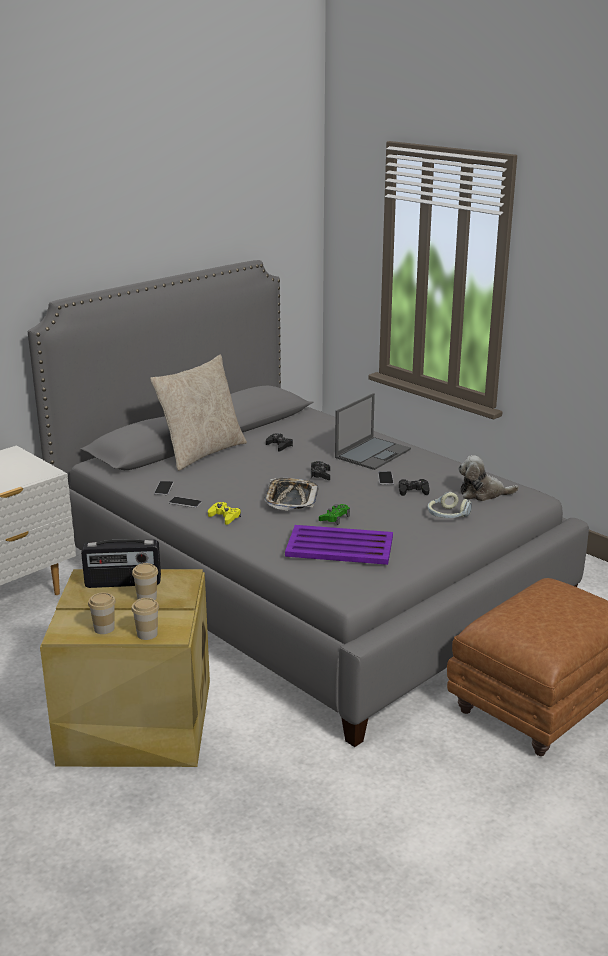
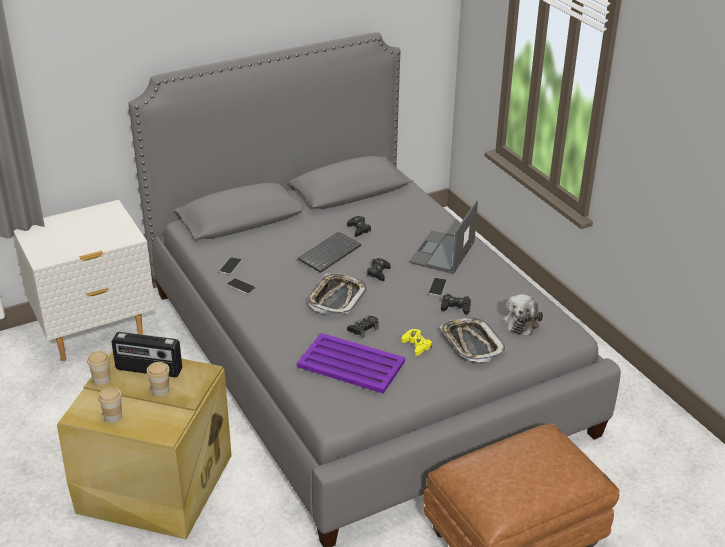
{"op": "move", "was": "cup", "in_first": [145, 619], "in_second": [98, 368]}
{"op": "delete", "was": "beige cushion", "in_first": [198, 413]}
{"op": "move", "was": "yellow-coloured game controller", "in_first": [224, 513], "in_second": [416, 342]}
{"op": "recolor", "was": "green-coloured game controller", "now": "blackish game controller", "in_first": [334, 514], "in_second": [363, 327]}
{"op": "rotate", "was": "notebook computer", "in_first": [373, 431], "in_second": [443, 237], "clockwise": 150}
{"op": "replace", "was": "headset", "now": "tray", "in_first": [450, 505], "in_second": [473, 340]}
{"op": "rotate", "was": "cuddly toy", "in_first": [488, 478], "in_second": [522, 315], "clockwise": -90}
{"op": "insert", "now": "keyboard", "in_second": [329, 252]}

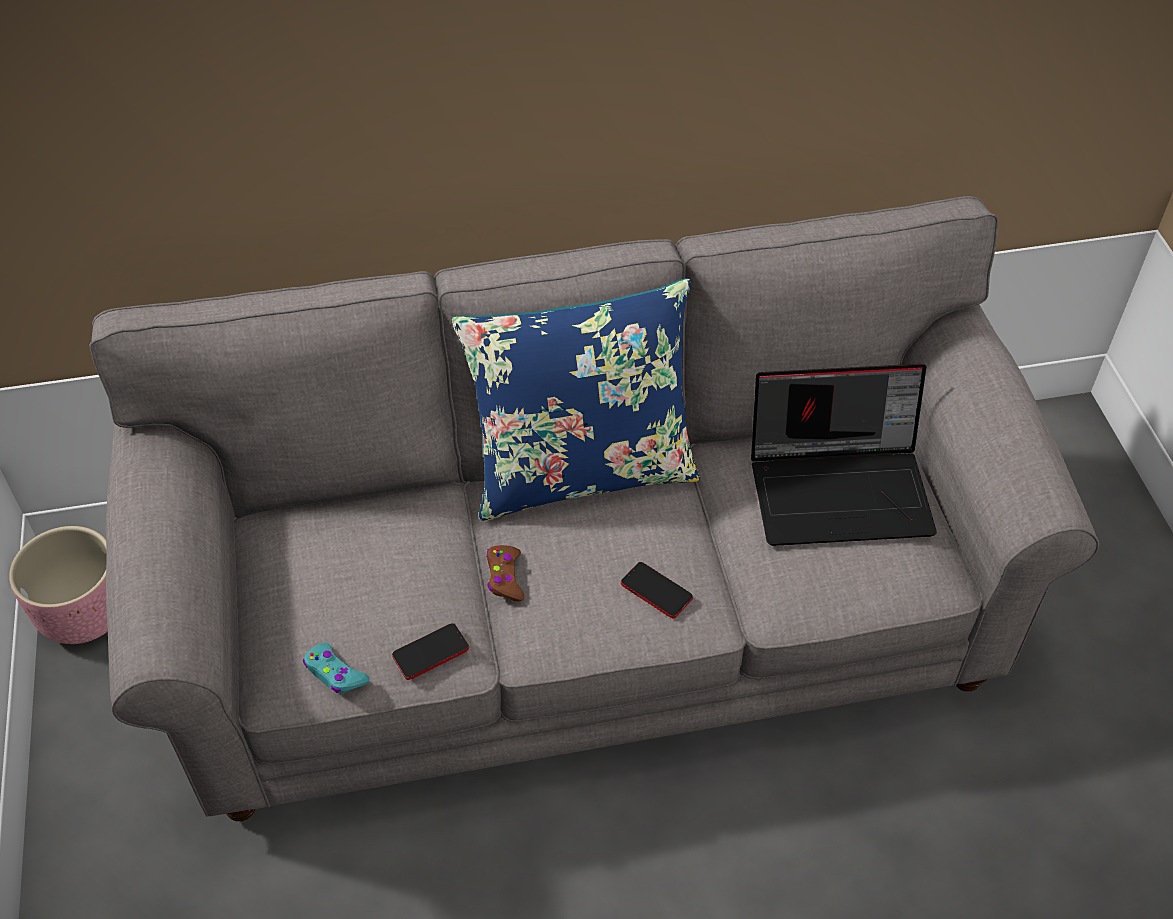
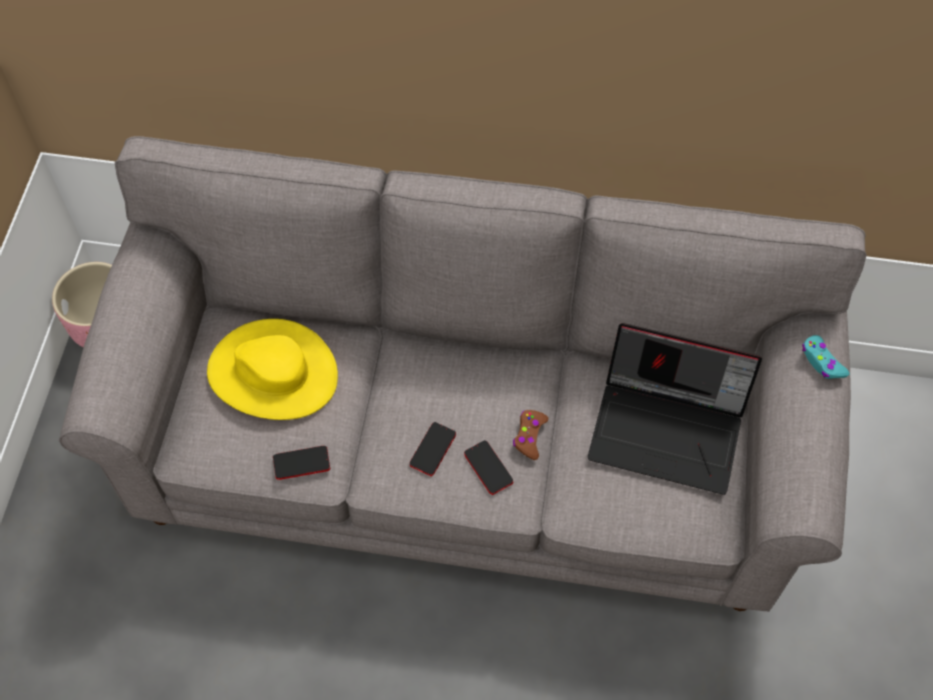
{"op": "move", "was": "turquoise-coloured game controller", "in_first": [336, 668], "in_second": [825, 357]}
{"op": "delete", "was": "blue cushion", "in_first": [576, 399]}
{"op": "move", "was": "brownish game controller", "in_first": [505, 573], "in_second": [530, 435]}
{"op": "insert", "now": "yellow-coloured wearable hat", "in_second": [272, 369]}
{"op": "insert", "now": "telephone", "in_second": [432, 449]}

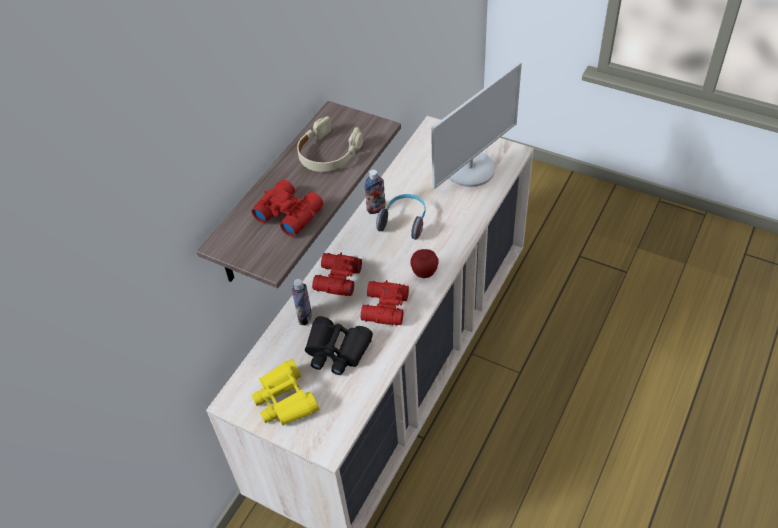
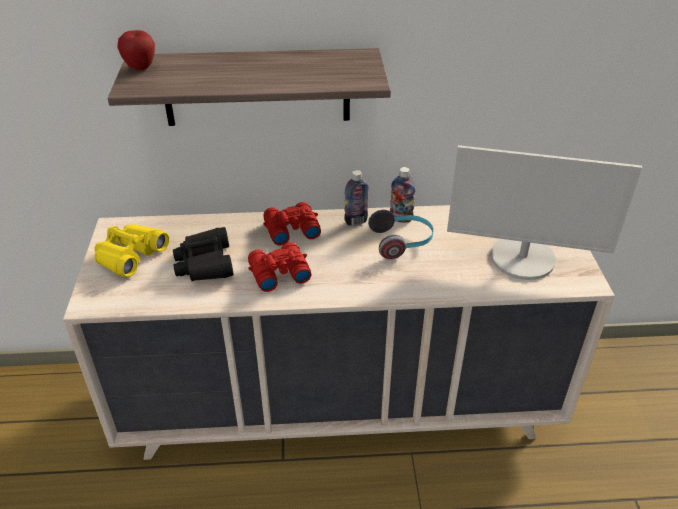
{"op": "delete", "was": "red binoculars", "in_first": [287, 208]}
{"op": "move", "was": "beverage bottle", "in_first": [302, 302], "in_second": [356, 198]}
{"op": "delete", "was": "beige headset", "in_first": [330, 144]}
{"op": "move", "was": "whole apple", "in_first": [424, 263], "in_second": [136, 50]}

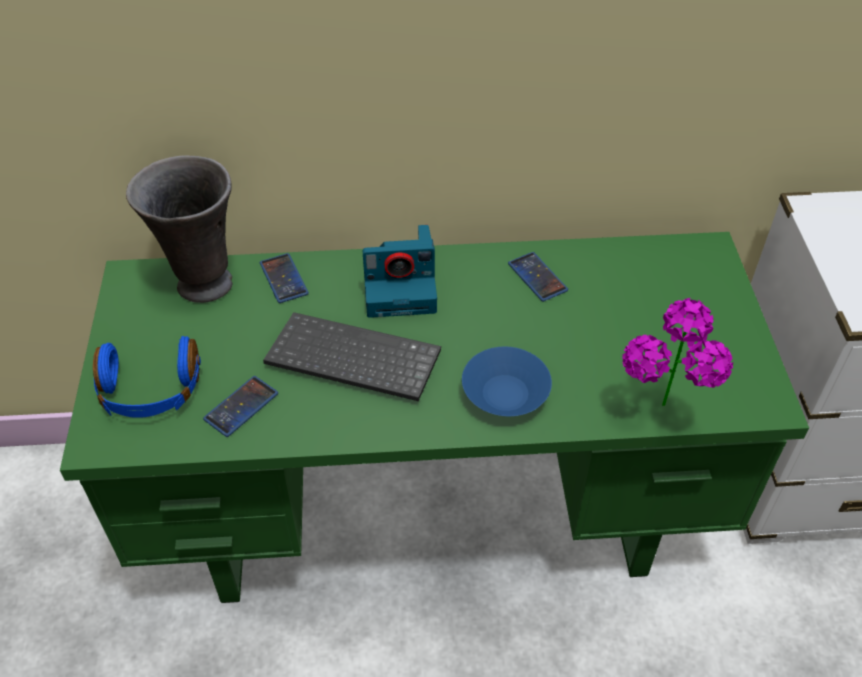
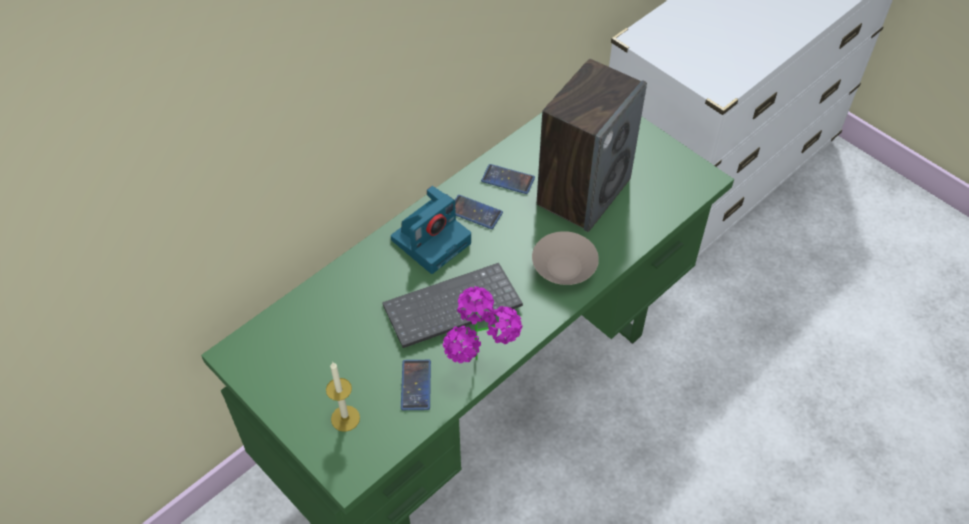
{"op": "replace", "was": "blue headset", "now": "candle", "in_first": [147, 377], "in_second": [343, 397]}
{"op": "delete", "was": "gray flower vase", "in_first": [179, 229]}
{"op": "move", "was": "telephone", "in_first": [284, 278], "in_second": [479, 212]}
{"op": "recolor", "was": "blue bowl", "now": "beige bowl", "in_first": [507, 381], "in_second": [565, 258]}
{"op": "move", "was": "houseplant", "in_first": [678, 352], "in_second": [483, 324]}
{"op": "insert", "now": "audio speaker", "in_second": [592, 145]}

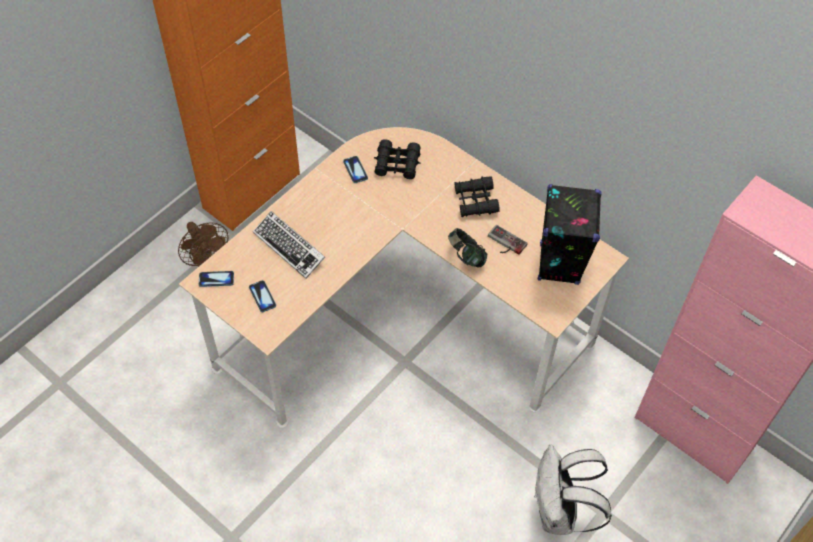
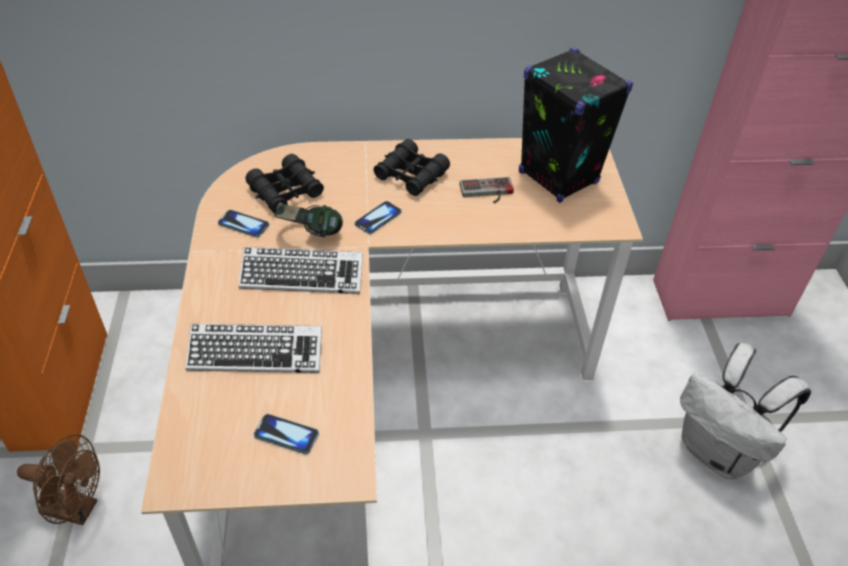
{"op": "move", "was": "telephone", "in_first": [216, 279], "in_second": [378, 217]}
{"op": "move", "was": "headset", "in_first": [467, 247], "in_second": [309, 219]}
{"op": "insert", "now": "keyboard", "in_second": [301, 270]}

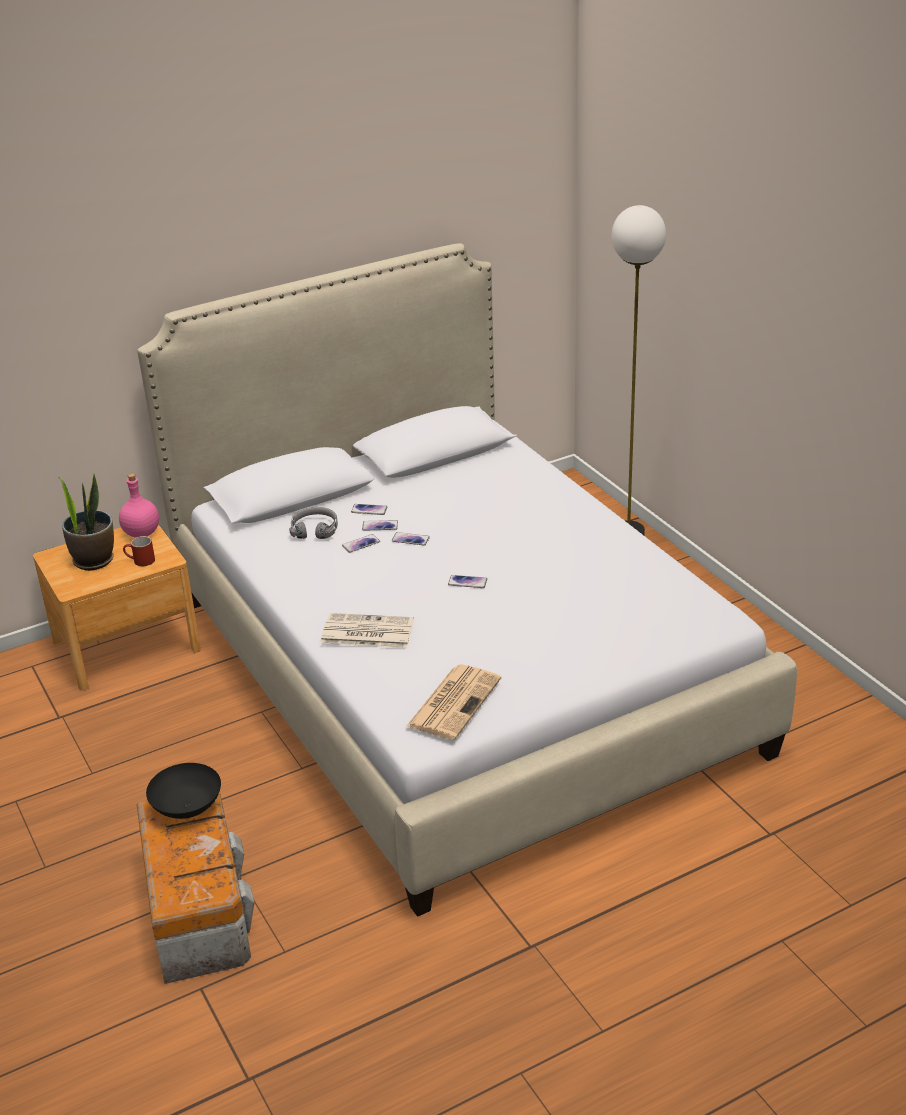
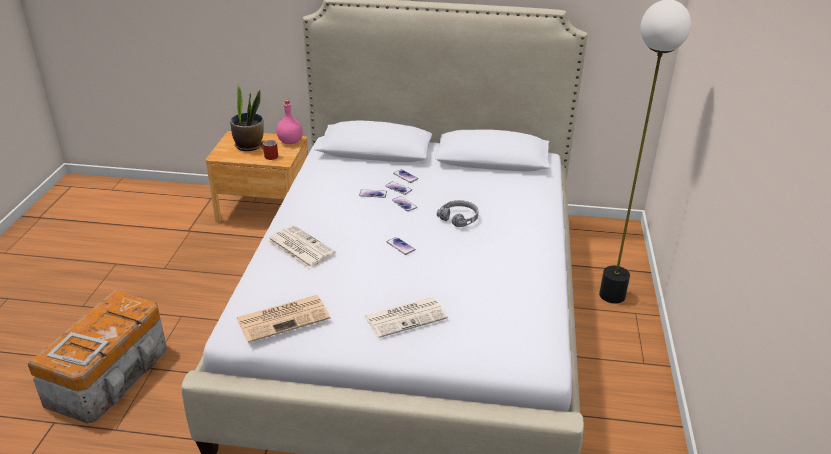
{"op": "delete", "was": "blackish bowl", "in_first": [183, 791]}
{"op": "move", "was": "gray headset", "in_first": [313, 523], "in_second": [457, 213]}
{"op": "insert", "now": "photo frame", "in_second": [77, 349]}
{"op": "insert", "now": "printed paper", "in_second": [406, 317]}

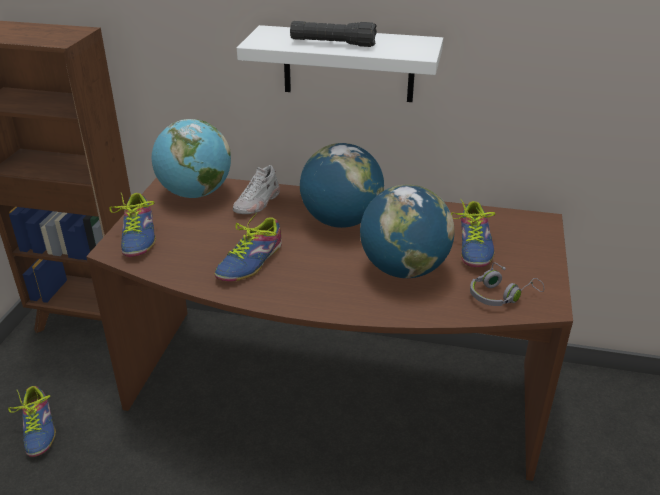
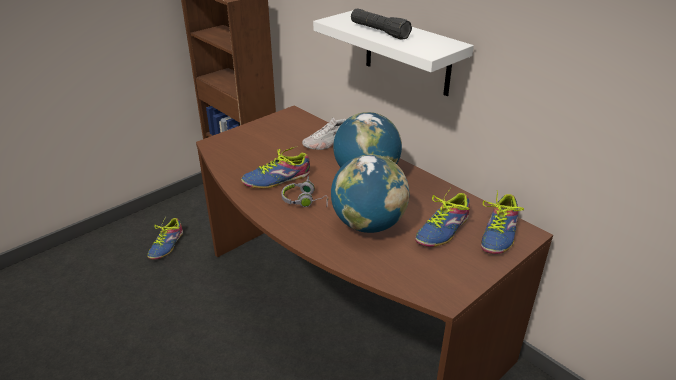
{"op": "move", "was": "shoe", "in_first": [132, 224], "in_second": [502, 222]}
{"op": "delete", "was": "world globe", "in_first": [191, 158]}
{"op": "move", "was": "gray headset", "in_first": [507, 284], "in_second": [304, 191]}

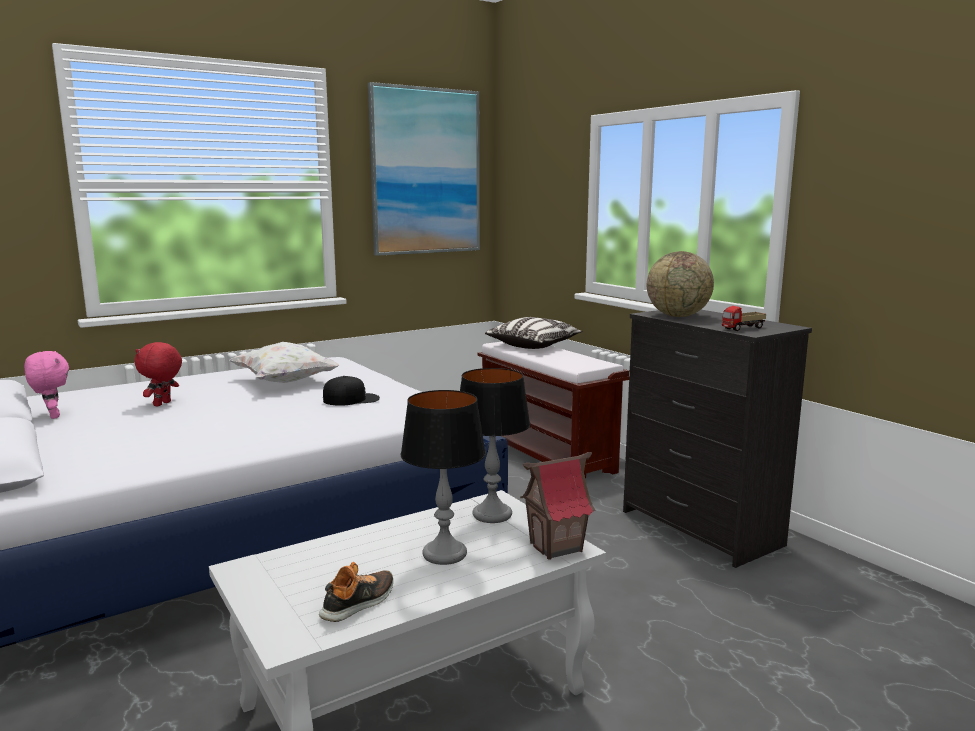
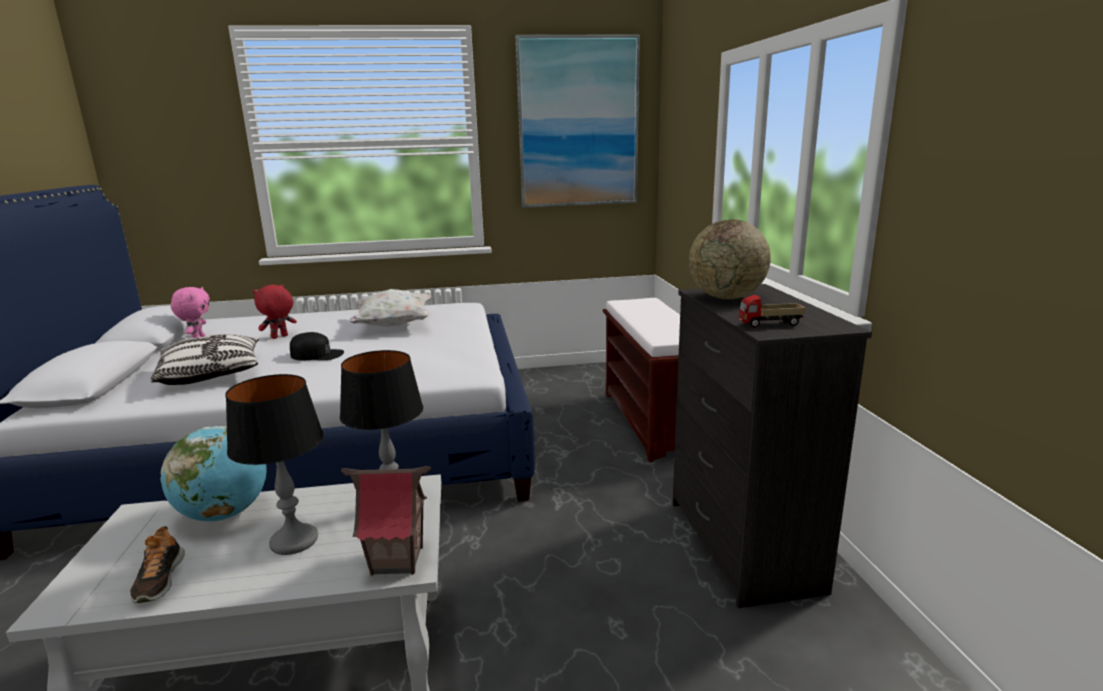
{"op": "rotate", "was": "shoe", "in_first": [356, 592], "in_second": [157, 564], "clockwise": 105}
{"op": "move", "was": "blackish baseball cap", "in_first": [351, 391], "in_second": [317, 346]}
{"op": "move", "was": "cushion", "in_first": [533, 333], "in_second": [204, 359]}
{"op": "insert", "now": "world globe", "in_second": [214, 473]}

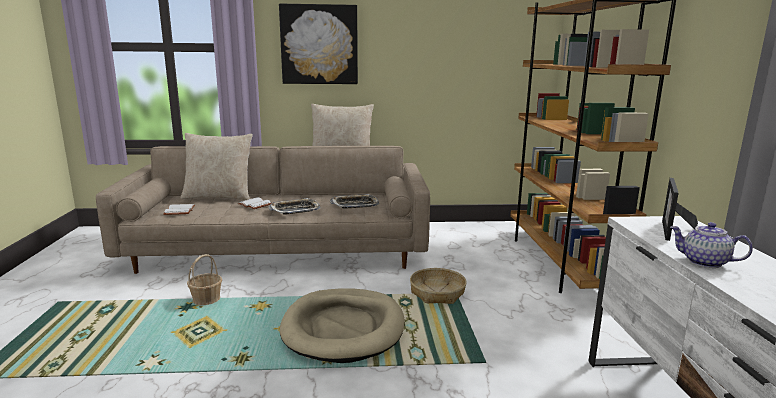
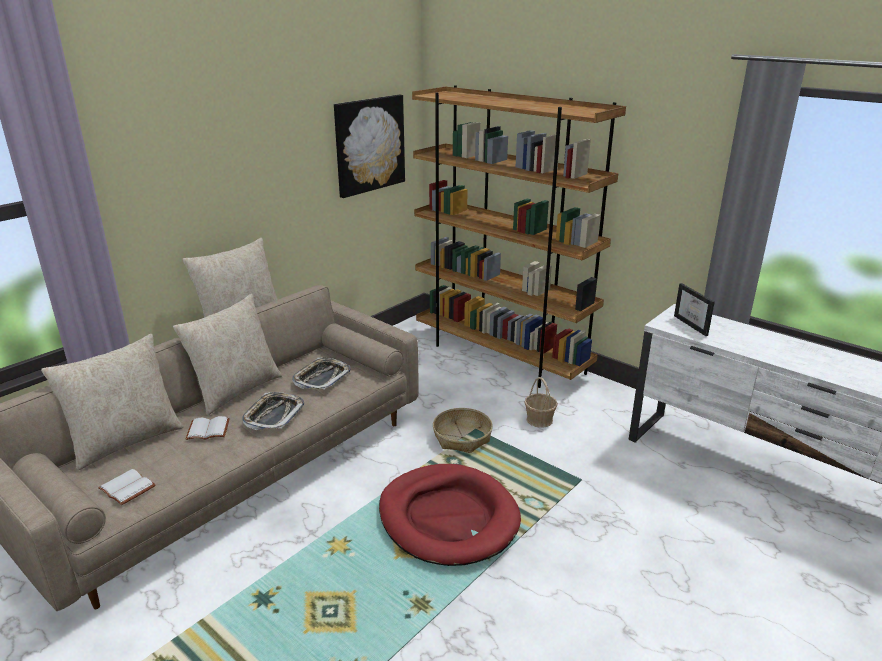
{"op": "move", "was": "basket", "in_first": [204, 279], "in_second": [541, 402]}
{"op": "move", "was": "wall art", "in_first": [318, 44], "in_second": [369, 146]}
{"op": "recolor", "was": "beige dog cushion", "now": "red dog cushion", "in_first": [342, 325], "in_second": [450, 515]}
{"op": "delete", "was": "teapot", "in_first": [711, 245]}
{"op": "insert", "now": "beige cushion", "in_second": [227, 354]}

